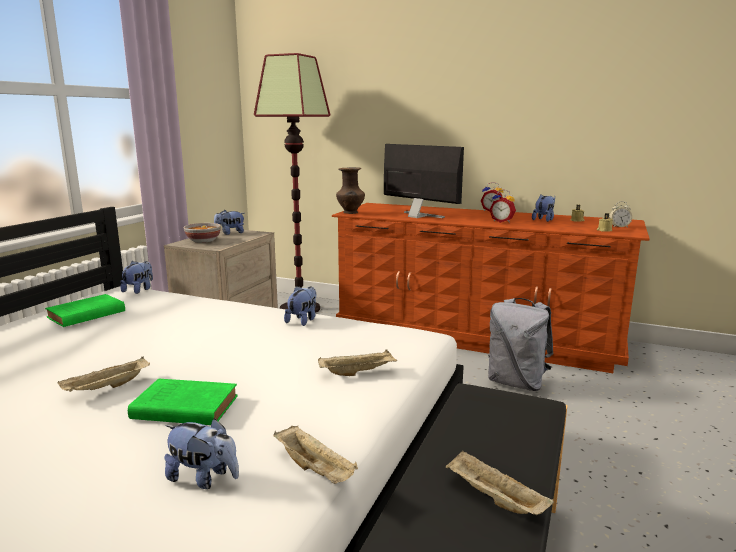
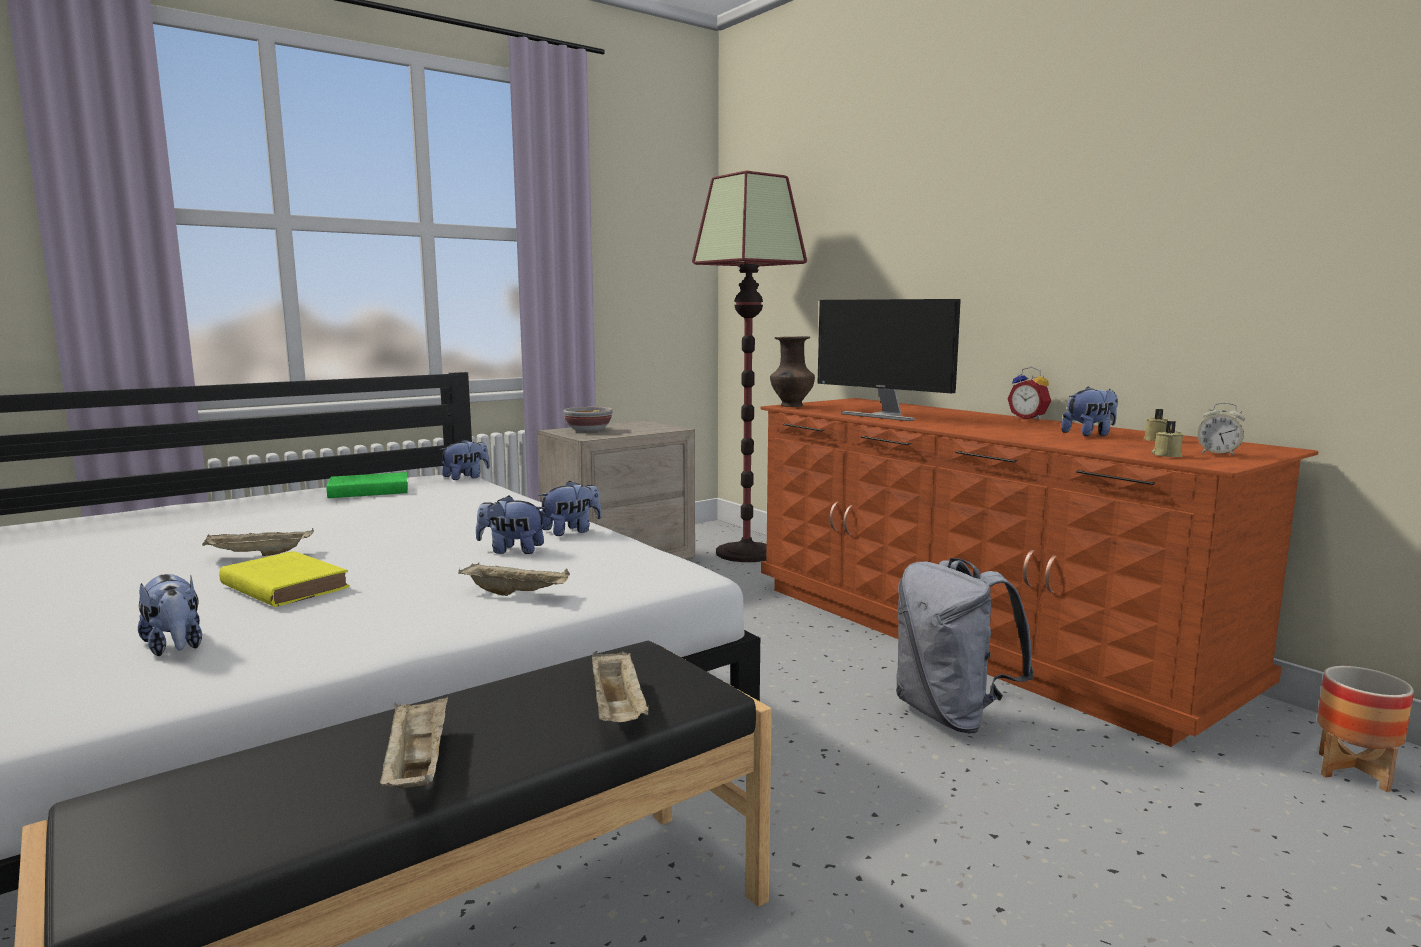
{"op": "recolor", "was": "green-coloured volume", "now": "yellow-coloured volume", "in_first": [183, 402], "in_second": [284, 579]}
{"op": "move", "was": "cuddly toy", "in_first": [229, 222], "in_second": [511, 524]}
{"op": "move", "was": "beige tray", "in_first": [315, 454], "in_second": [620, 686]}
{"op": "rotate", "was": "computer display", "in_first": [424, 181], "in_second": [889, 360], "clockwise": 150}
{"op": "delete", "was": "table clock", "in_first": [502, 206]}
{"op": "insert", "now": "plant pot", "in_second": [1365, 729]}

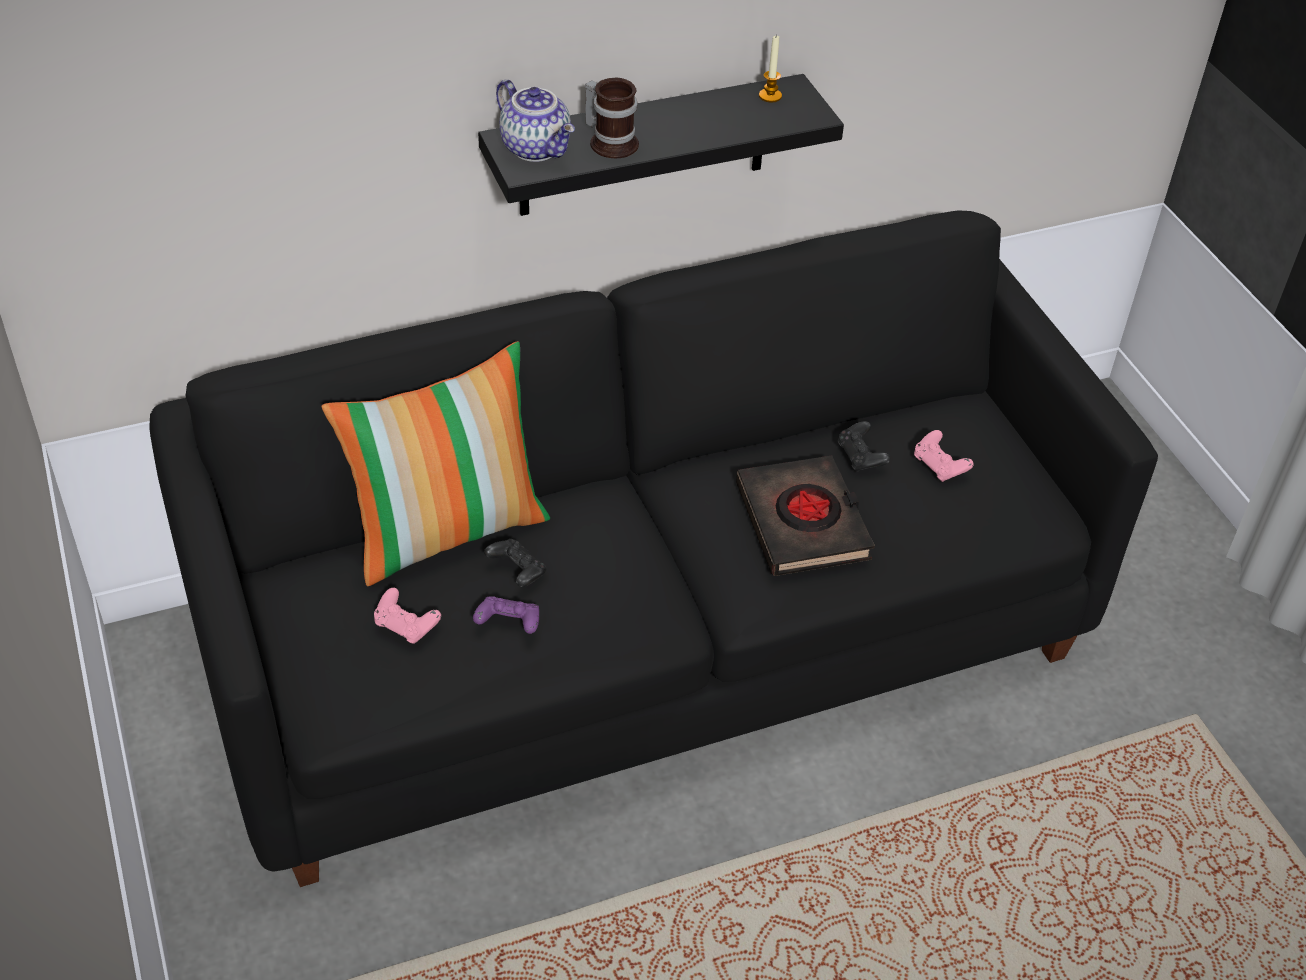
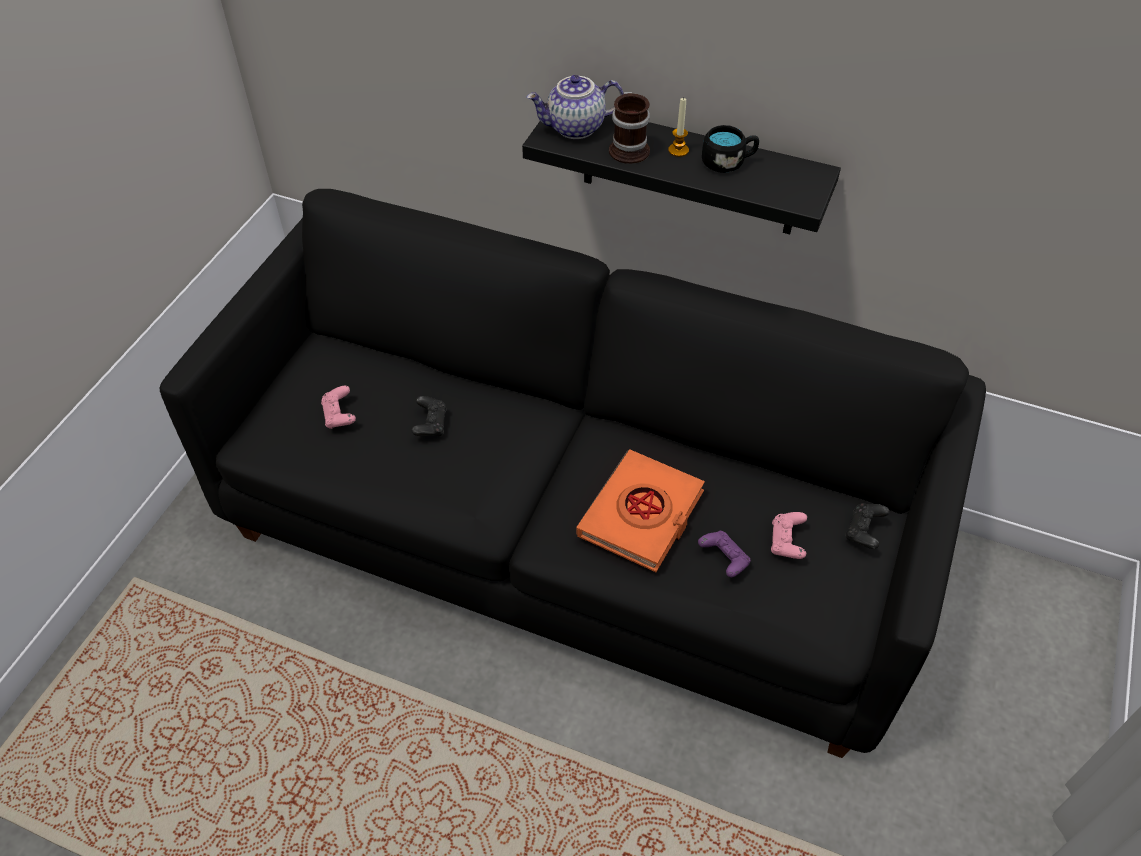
{"op": "delete", "was": "cushion", "in_first": [435, 463]}
{"op": "move", "was": "purplish game controller", "in_first": [506, 615], "in_second": [724, 554]}
{"op": "rotate", "was": "teapot", "in_first": [535, 120], "in_second": [575, 107], "clockwise": 75}
{"op": "recolor", "was": "blackish volume", "now": "orange-coloured volume", "in_first": [805, 515], "in_second": [641, 510]}
{"op": "move", "was": "candle", "in_first": [770, 68], "in_second": [678, 127]}
{"op": "move", "was": "blackish game controller", "in_first": [864, 446], "in_second": [867, 526]}
{"op": "insert", "now": "blackish mug", "in_second": [730, 149]}

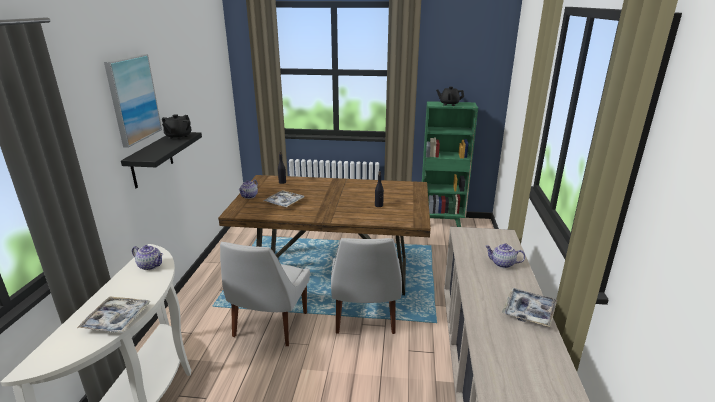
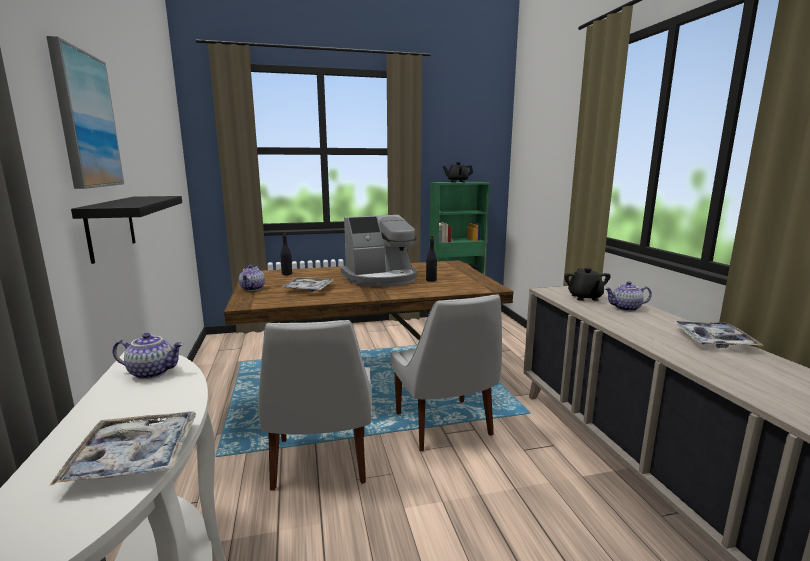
{"op": "move", "was": "blackish teapot", "in_first": [177, 127], "in_second": [587, 284]}
{"op": "insert", "now": "coffee maker", "in_second": [379, 251]}

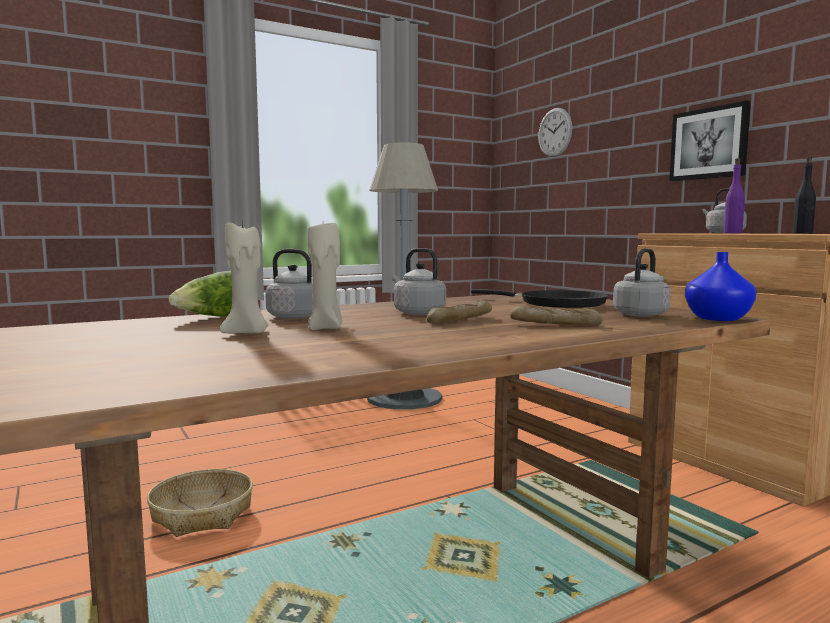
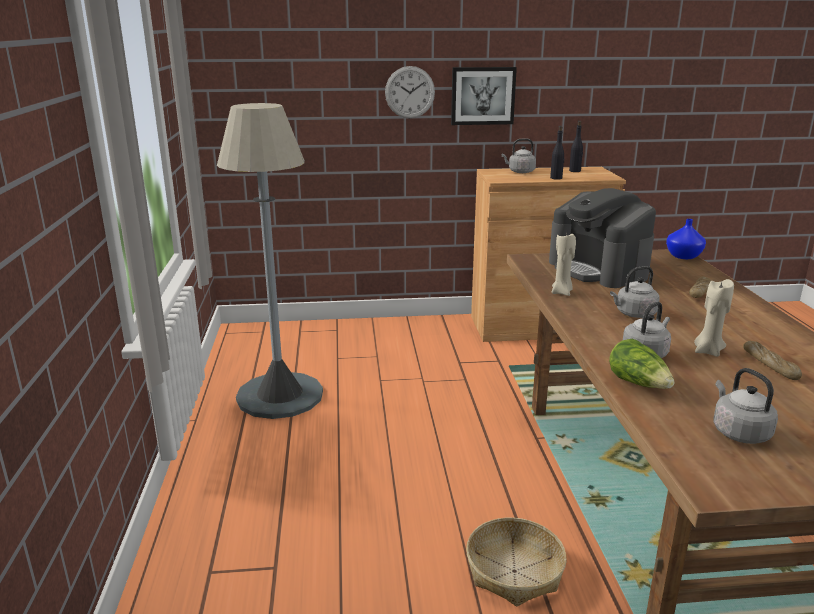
{"op": "move", "was": "beige candle", "in_first": [244, 276], "in_second": [564, 265]}
{"op": "move", "was": "baked bread", "in_first": [459, 312], "in_second": [772, 360]}
{"op": "replace", "was": "blackish pan", "now": "coffee maker", "in_first": [539, 298], "in_second": [602, 238]}
{"op": "move", "was": "clock on the wall", "in_first": [555, 132], "in_second": [410, 92]}
{"op": "move", "was": "gray water kettle", "in_first": [642, 282], "in_second": [746, 406]}
{"op": "recolor", "was": "purplish beverage bottle", "now": "blackish beverage bottle", "in_first": [734, 195], "in_second": [557, 153]}

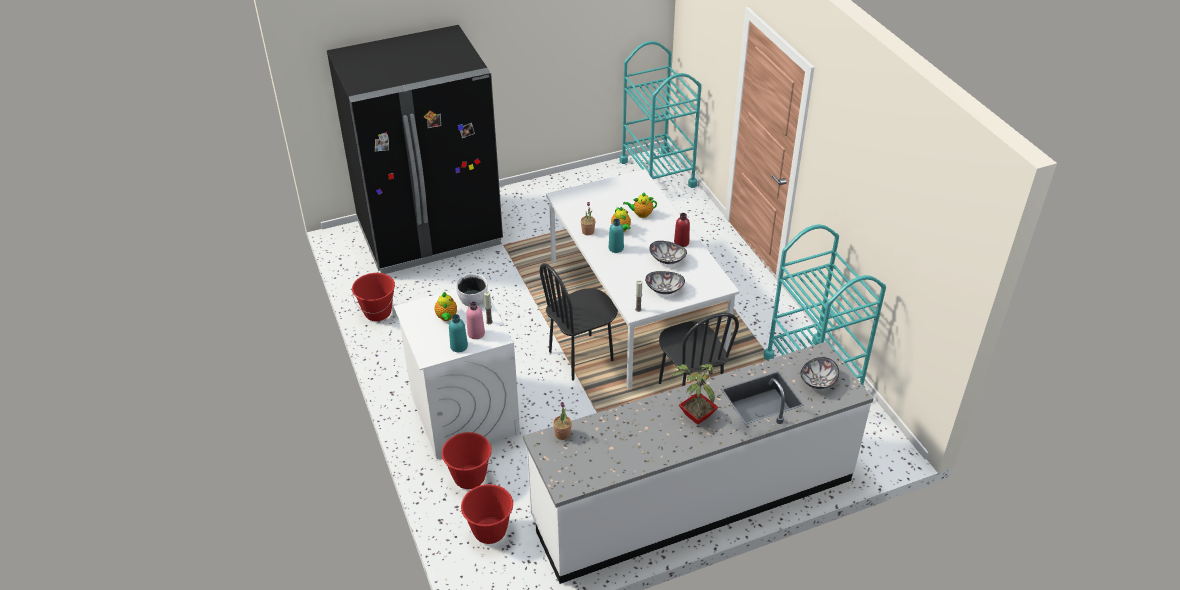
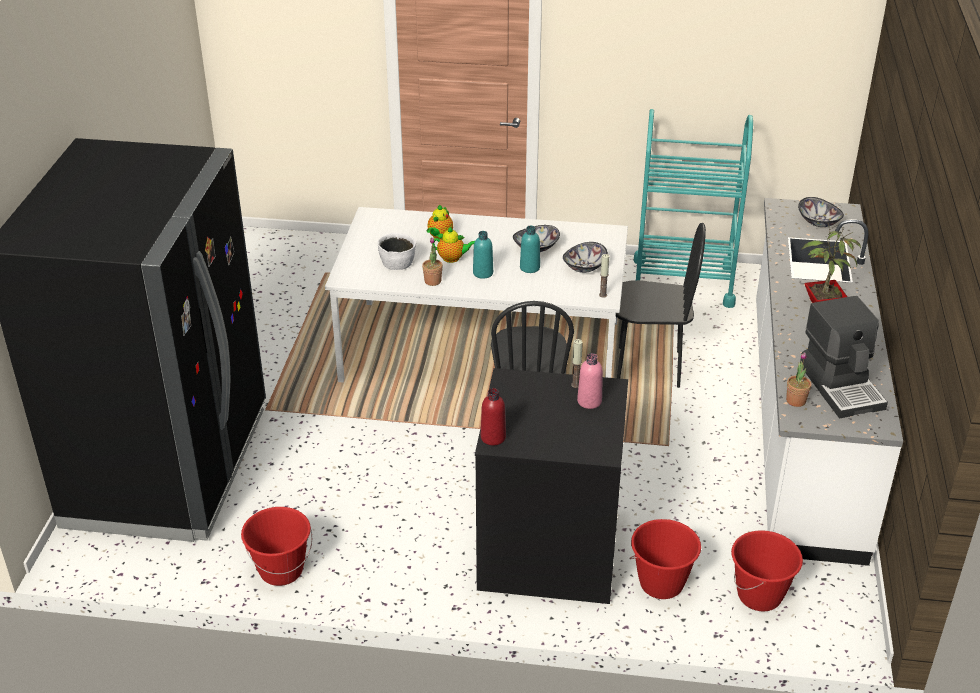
{"op": "recolor", "was": "whitish washing machine", "now": "blackish washing machine", "in_first": [457, 374], "in_second": [551, 486]}
{"op": "delete", "was": "teapot", "in_first": [446, 306]}
{"op": "move", "was": "turquoise-coloured beverage bottle", "in_first": [458, 333], "in_second": [530, 249]}
{"op": "move", "was": "whitish bowl", "in_first": [472, 290], "in_second": [397, 251]}
{"op": "delete", "was": "turquoise-coloured trolley", "in_first": [660, 114]}
{"op": "move", "was": "red beverage bottle", "in_first": [682, 230], "in_second": [493, 416]}
{"op": "insert", "now": "coffee maker", "in_second": [844, 357]}

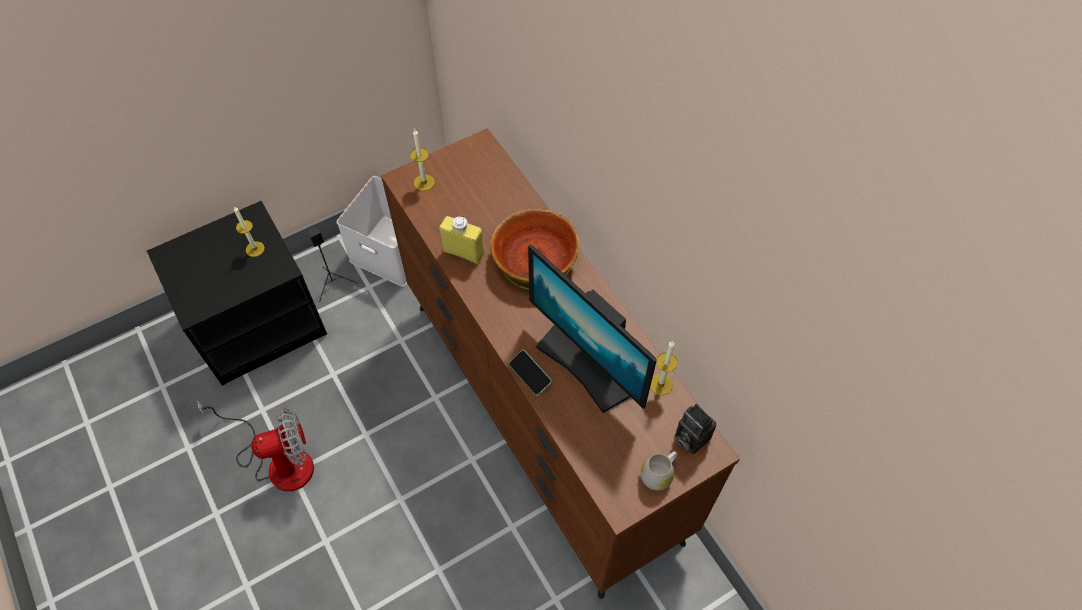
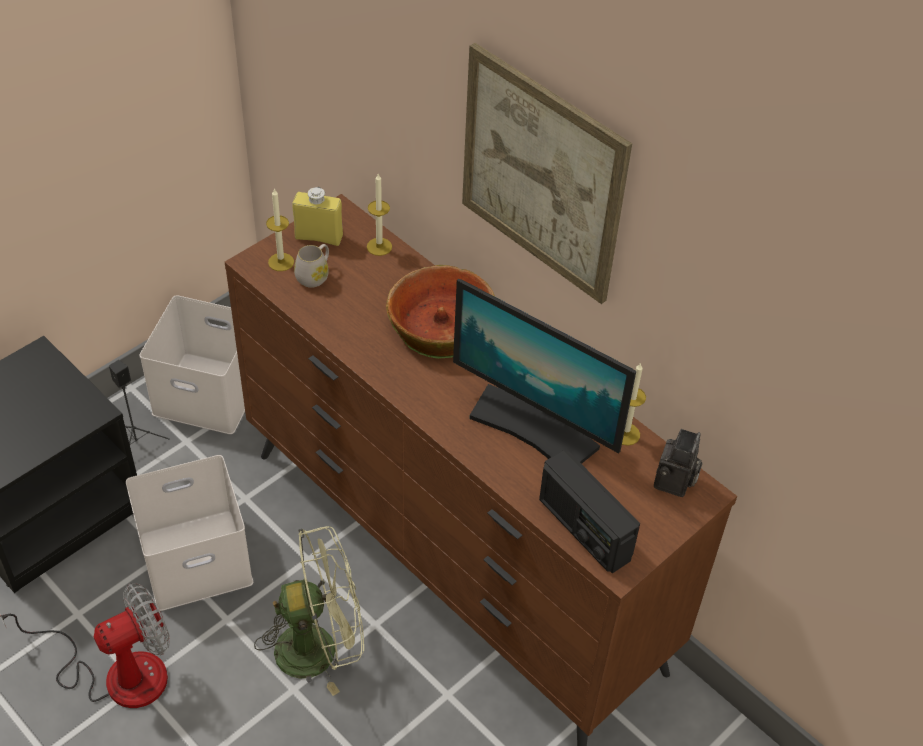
{"op": "move", "was": "candle", "in_first": [249, 231], "in_second": [379, 215]}
{"op": "move", "was": "yellow-coloured beverage bottle", "in_first": [461, 240], "in_second": [317, 216]}
{"op": "delete", "was": "telephone", "in_first": [530, 372]}
{"op": "move", "was": "whitish mug", "in_first": [659, 471], "in_second": [311, 266]}
{"op": "rotate", "was": "photo camera", "in_first": [695, 429], "in_second": [678, 463], "clockwise": -105}
{"op": "insert", "now": "whitish storage bin", "in_second": [189, 533]}
{"op": "insert", "now": "green-coloured fan", "in_second": [309, 611]}
{"op": "insert", "now": "wall art", "in_second": [547, 173]}
{"op": "insert", "now": "radio", "in_second": [589, 511]}

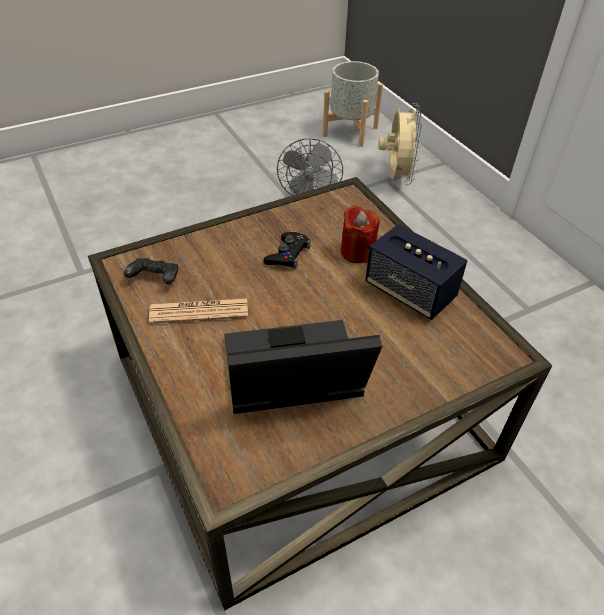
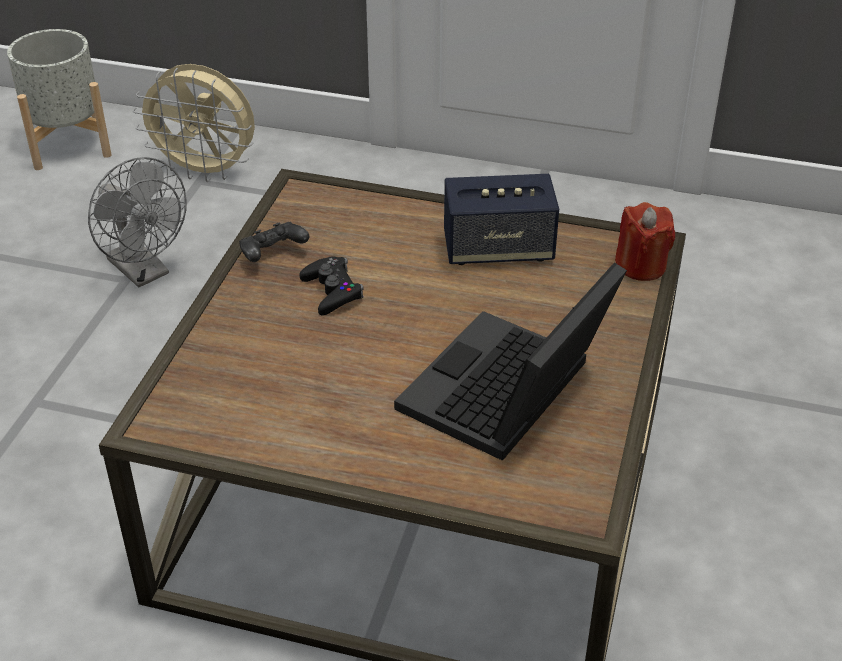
{"op": "move", "was": "blackish game controller", "in_first": [151, 271], "in_second": [274, 242]}
{"op": "delete", "was": "printed paper", "in_first": [198, 311]}
{"op": "move", "was": "red candle", "in_first": [360, 234], "in_second": [645, 241]}
{"op": "rotate", "was": "beige fan", "in_first": [400, 144], "in_second": [194, 123], "clockwise": 150}

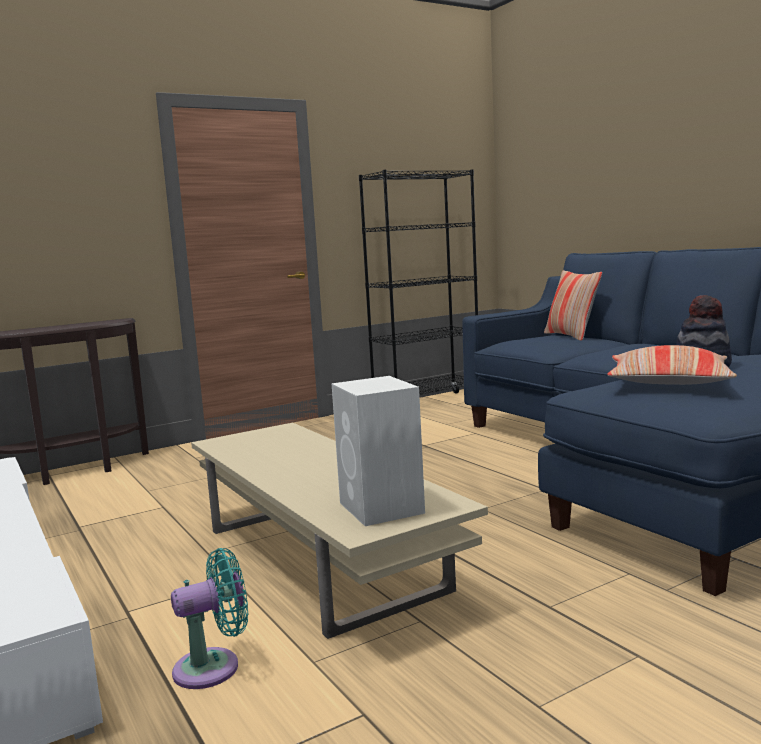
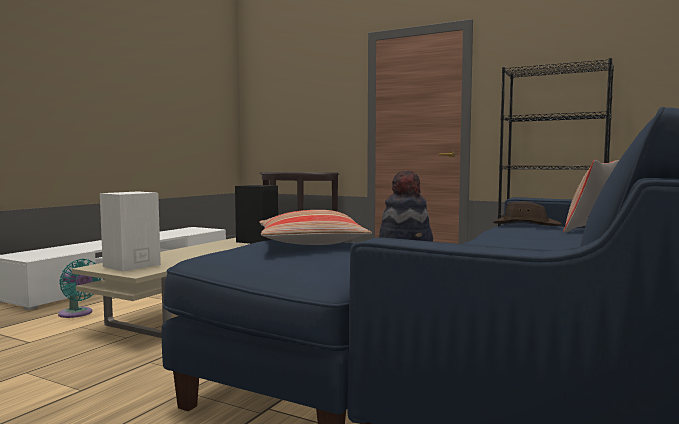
{"op": "insert", "now": "blackish audio speaker", "in_second": [256, 214]}
{"op": "insert", "now": "brownish wearable hat", "in_second": [527, 214]}

